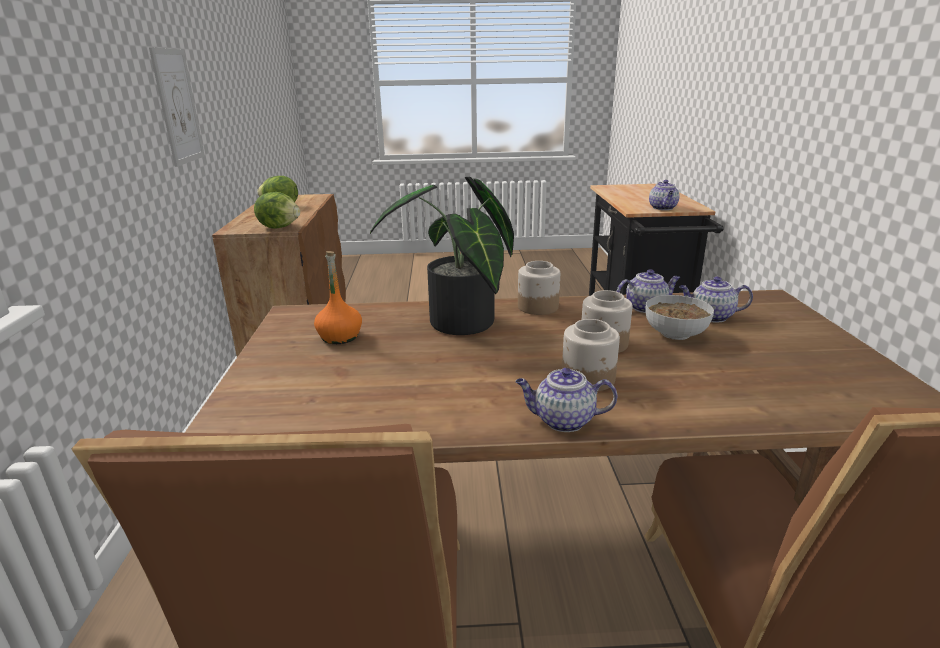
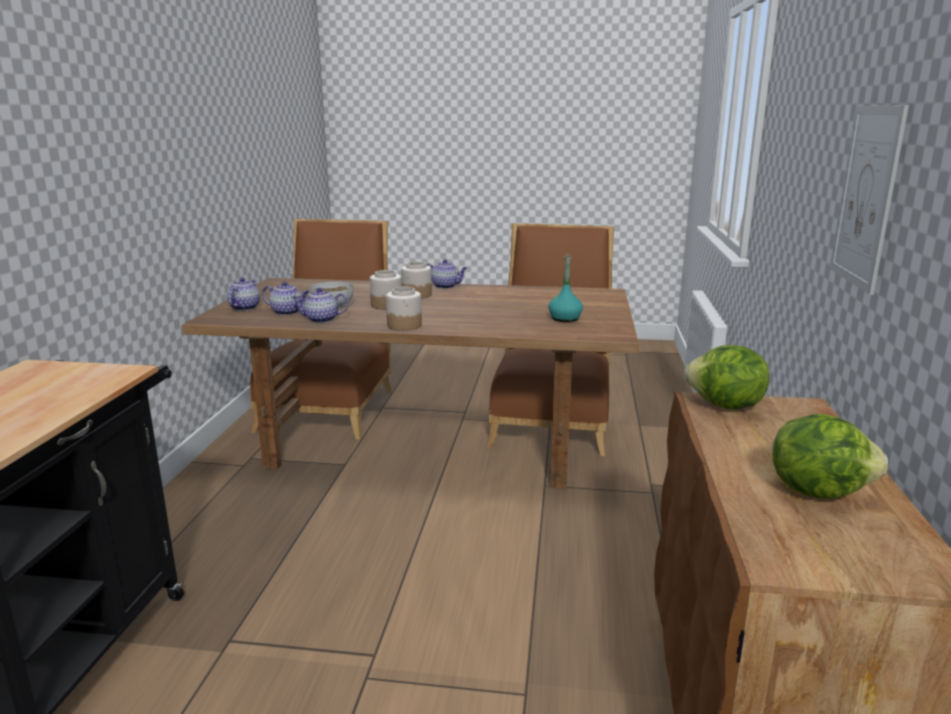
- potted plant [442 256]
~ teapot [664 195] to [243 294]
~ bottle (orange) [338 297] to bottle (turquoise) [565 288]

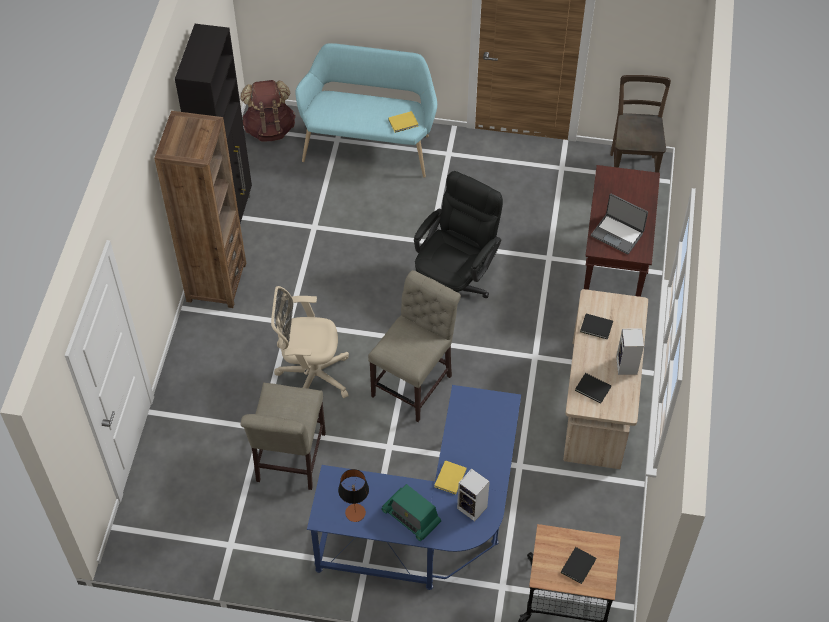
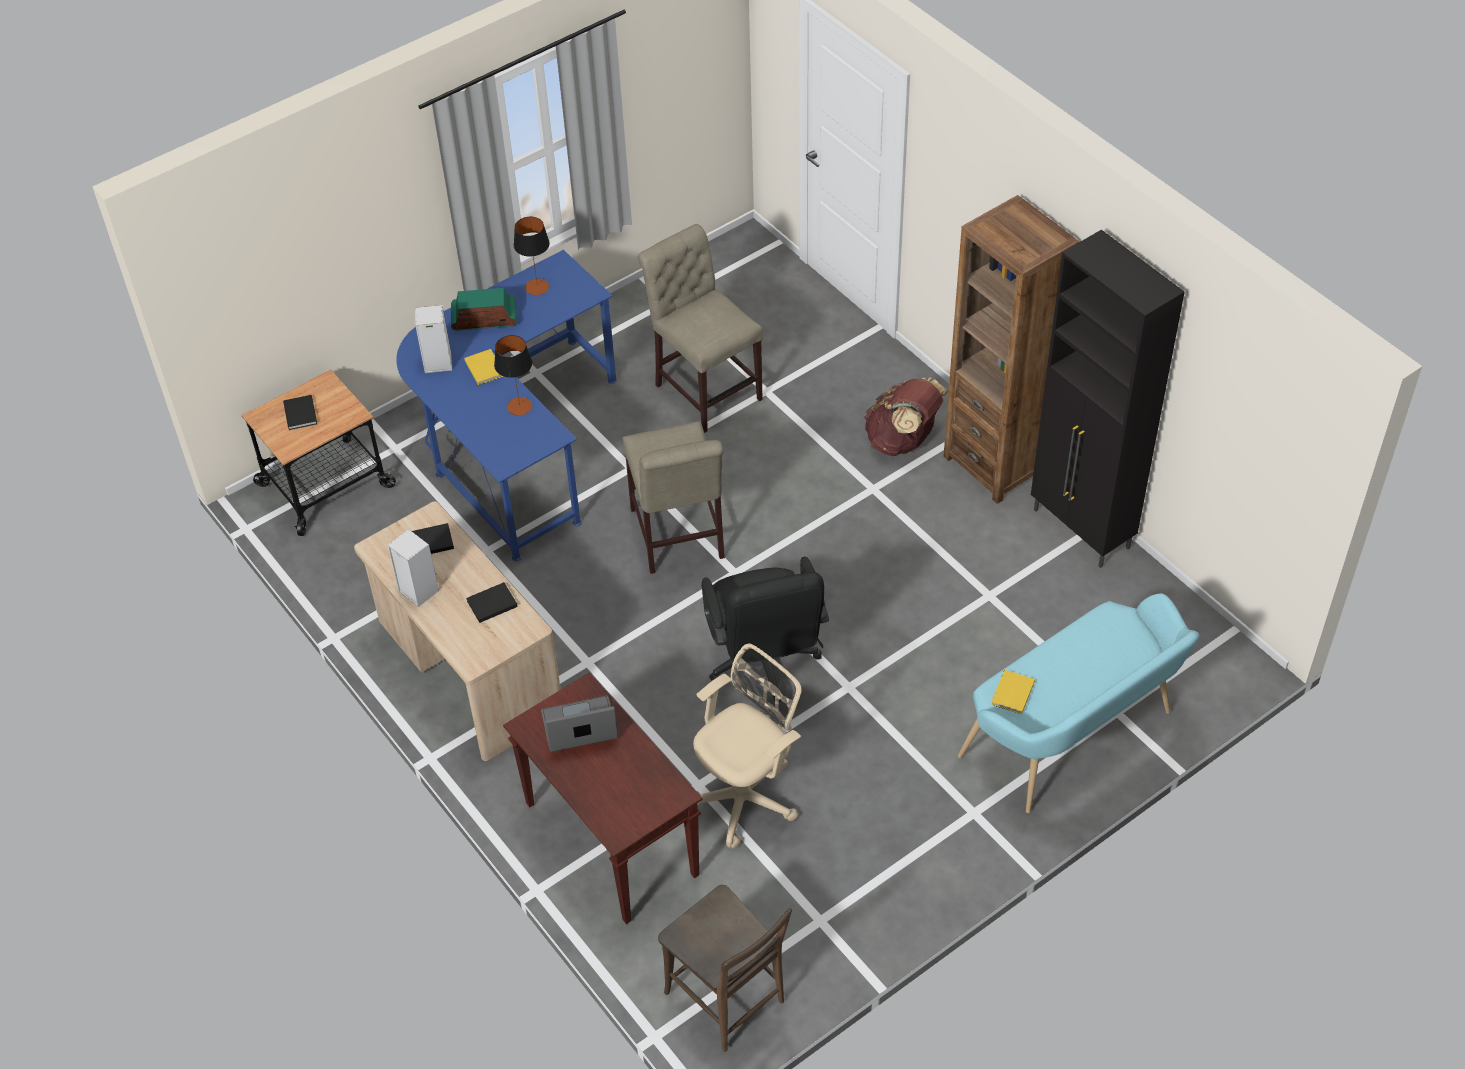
~ backpack (brown) [268 111] to [906 416]
~ office chair (beige) [310 342] to [747 746]
+ table lamp [513 375]

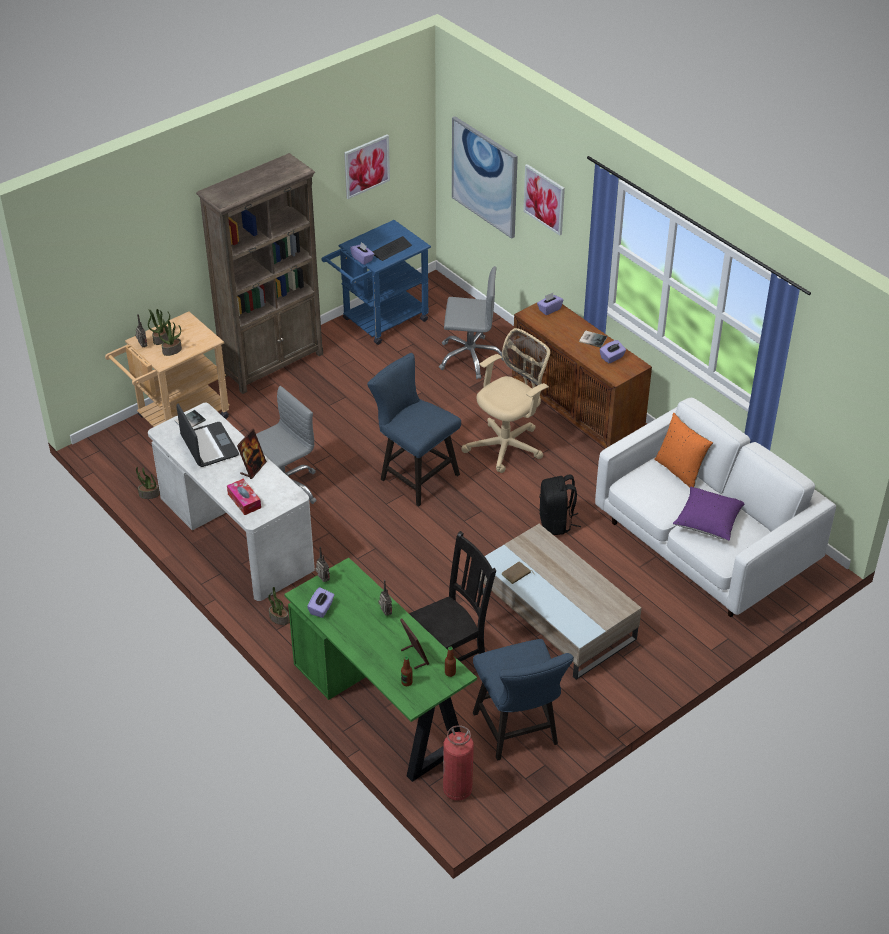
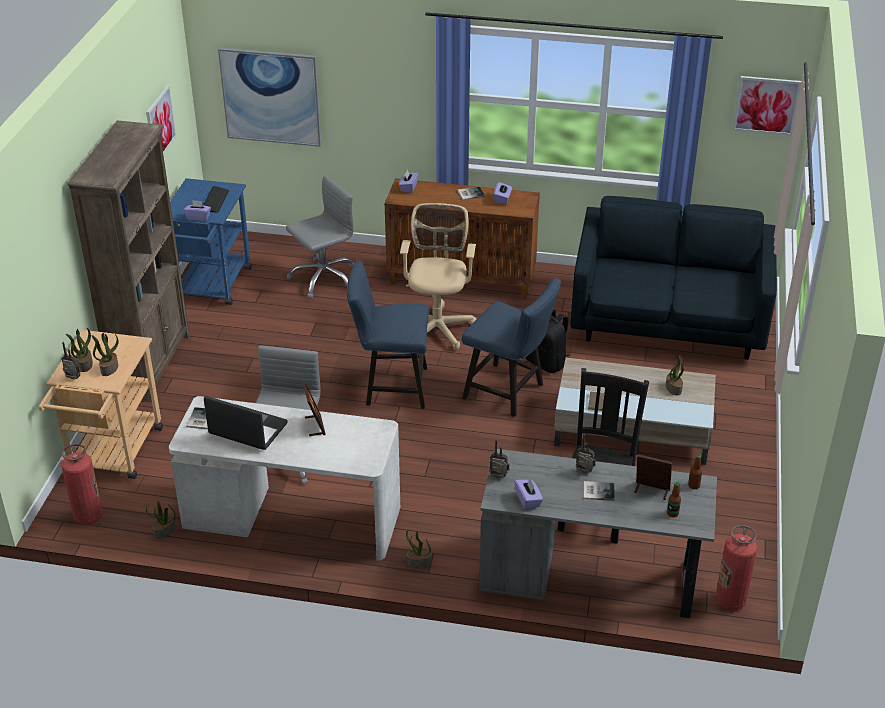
~ picture [544 199] to [767 106]
~ sofa (white) [715 507] to sofa (blue) [673 278]
- pillow (orange) [683 450]
- tissue box [244 497]
- pillow (purple) [709 514]
~ desk (green) [380 670] to desk (grey) [598 533]
~ chair (blue) [523 700] to [511 347]
+ potted plant [677 376]
+ fire extinguisher [82 484]
+ book [599 491]

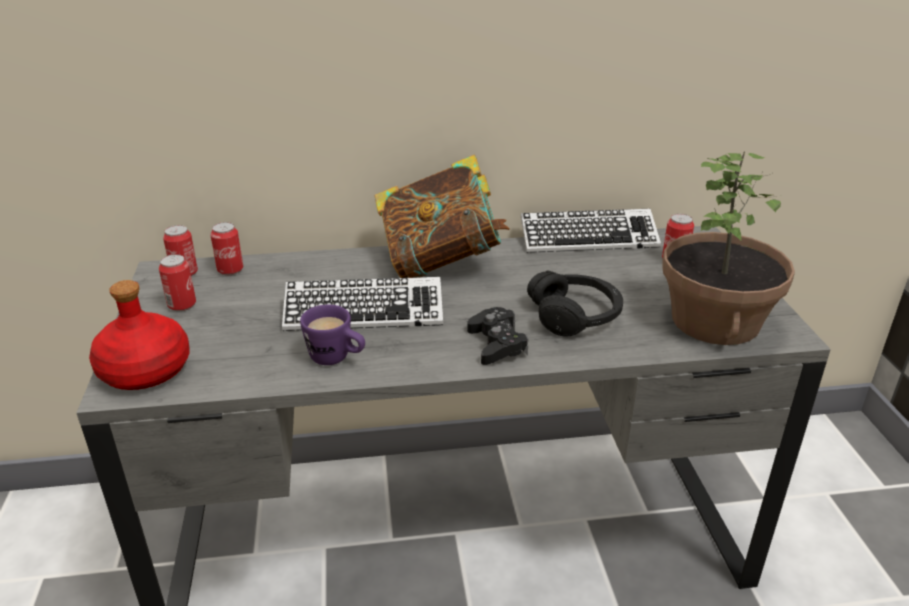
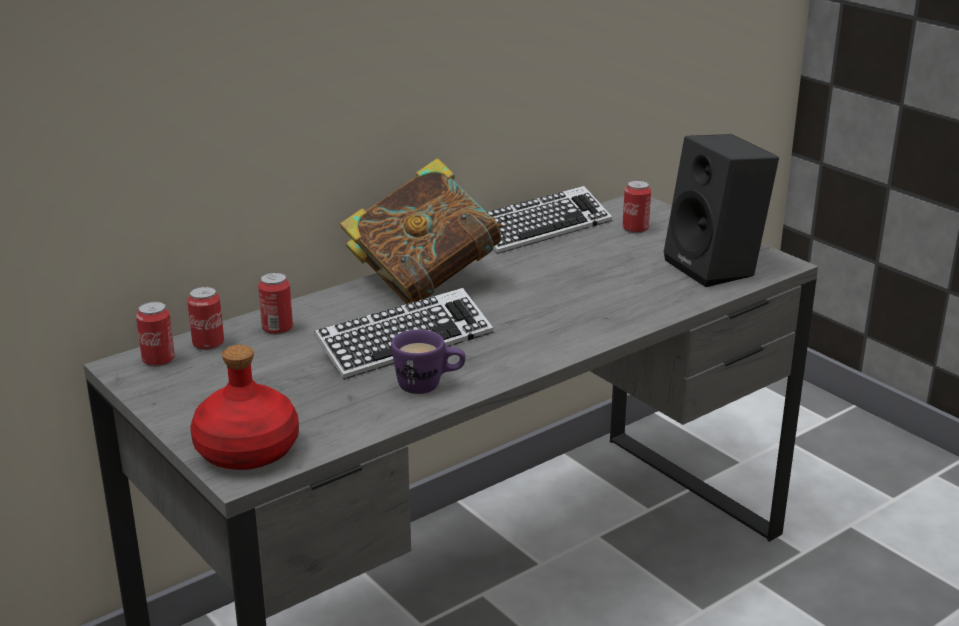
~ potted plant [728 248] to speaker (black) [721 210]
~ can [177 282] to [275 303]
- headphones (black) [575 304]
- game controller (black) [497 336]

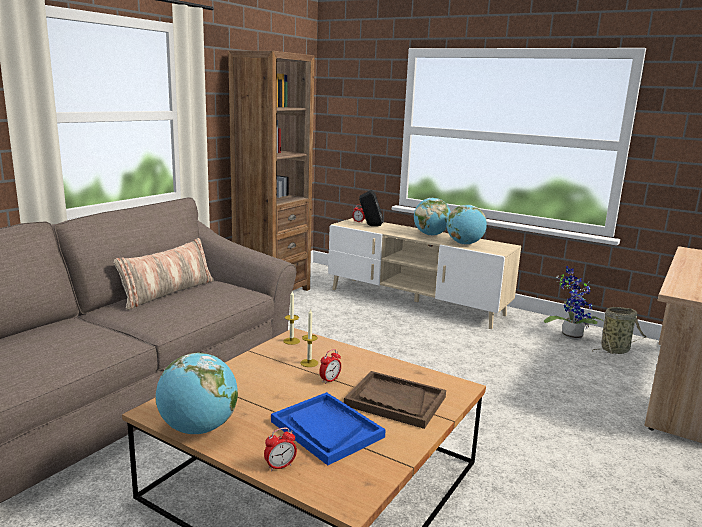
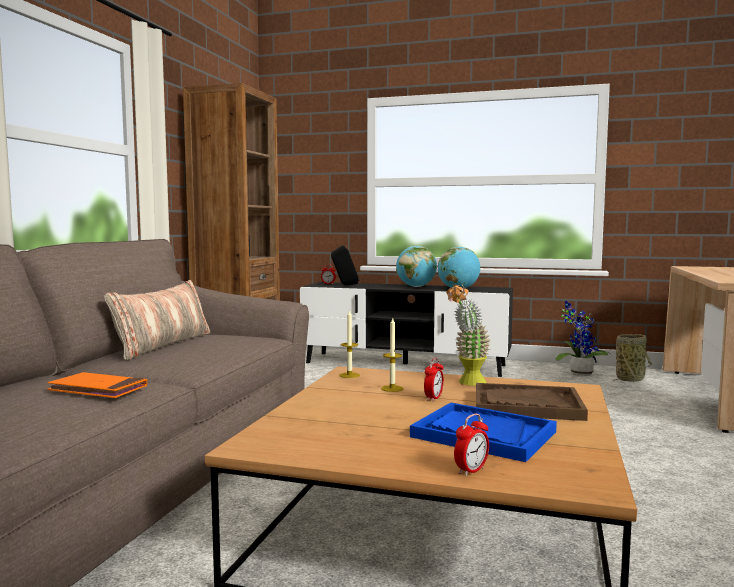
~ tv stand (beige) [424 273] to tv stand (black) [406 329]
- globe [197 393]
+ potted plant [469 335]
+ book (orange) [97 385]

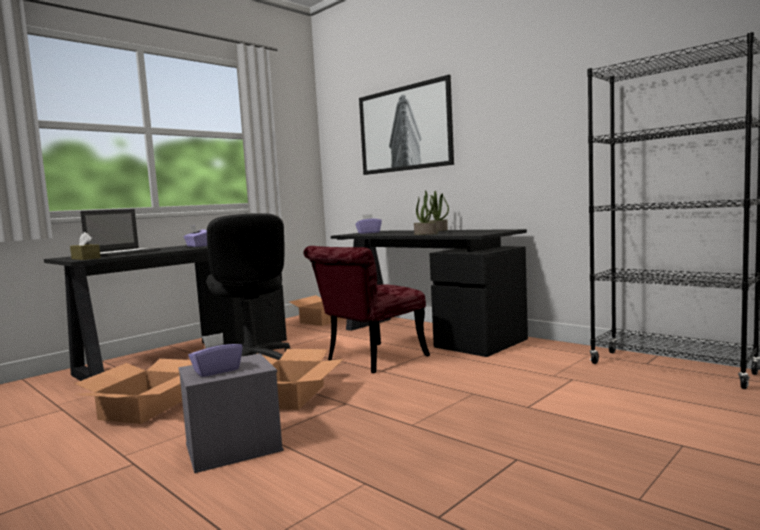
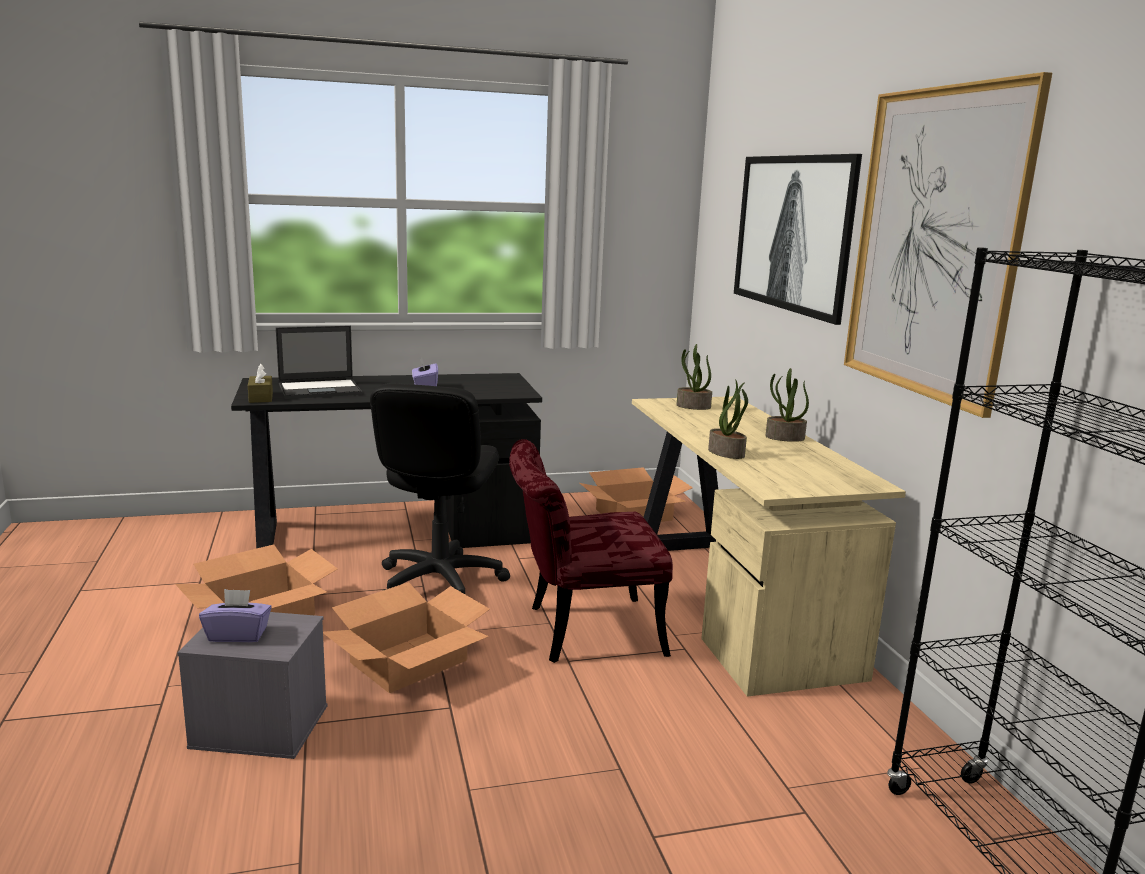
~ tissue box (purple) [368 224] to potted plant [694 377]
~ desk (black) [429 293] to desk (beige) [769 546]
+ picture [948 245]

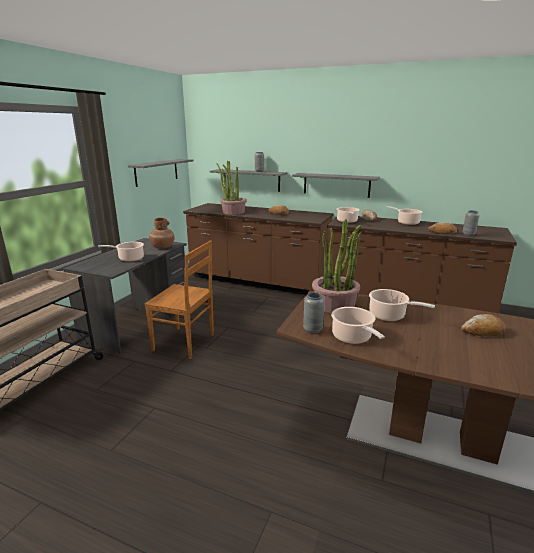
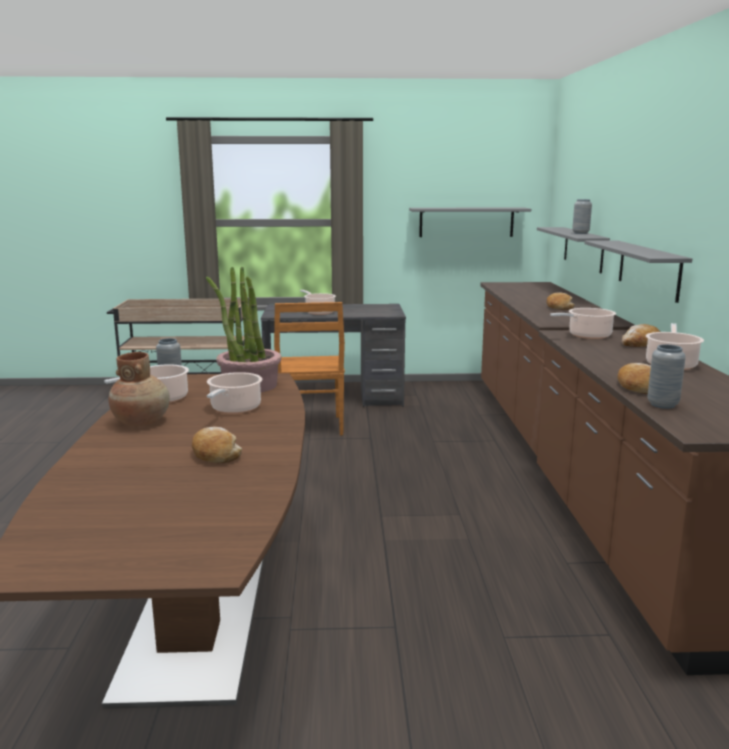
- potted plant [232 188]
~ vase (brown) [162 233] to [139 389]

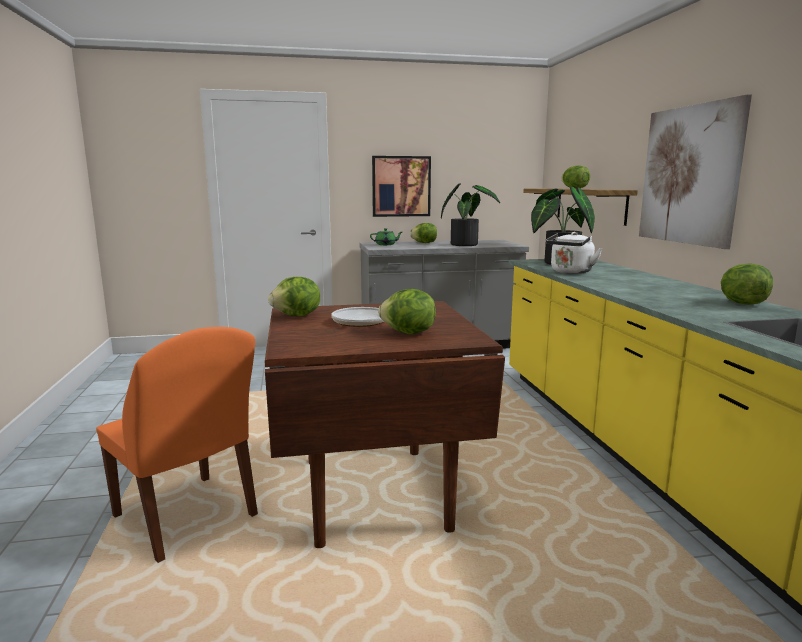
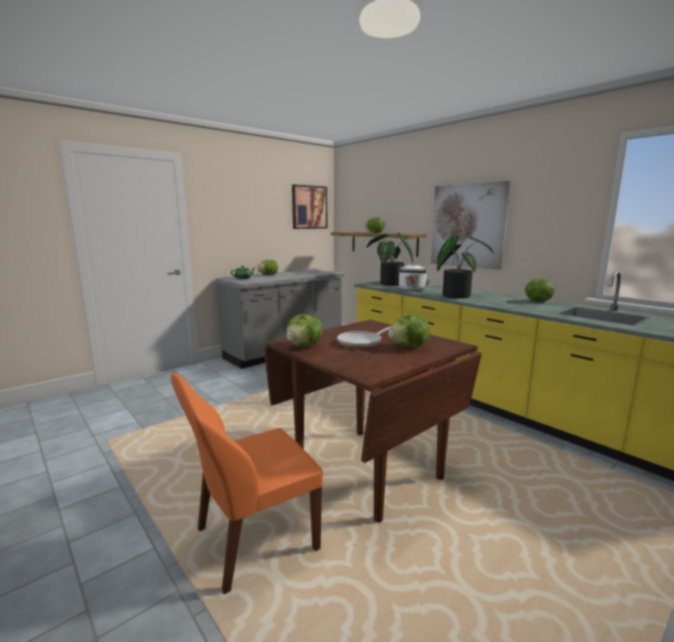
~ picture [401 186] to [309 206]
~ potted plant [470 214] to [465 266]
~ chair (orange) [177 445] = [247 483] 135 degrees clockwise

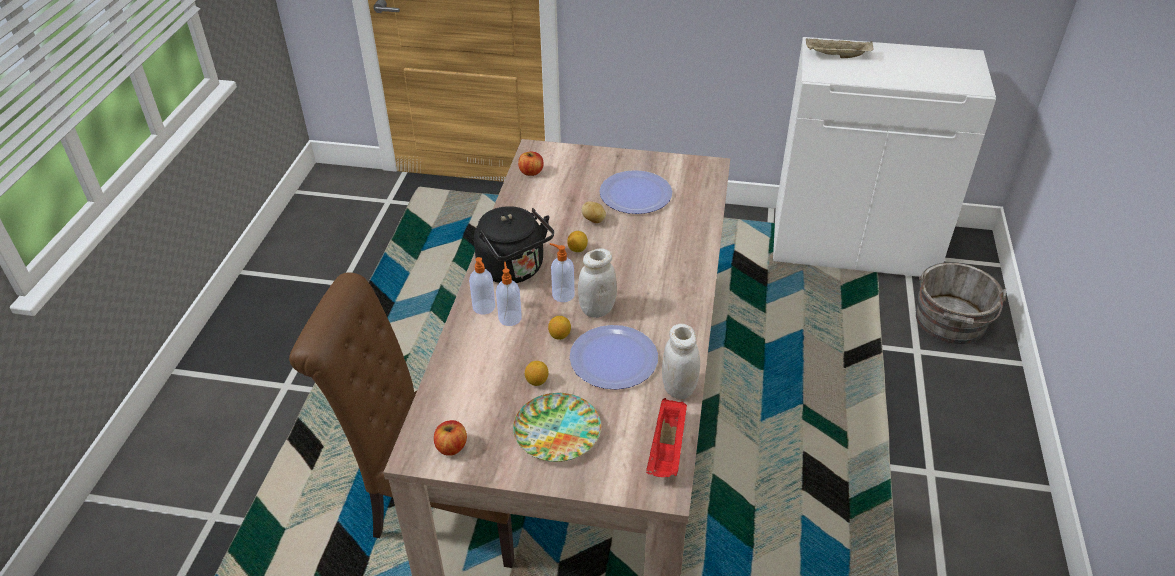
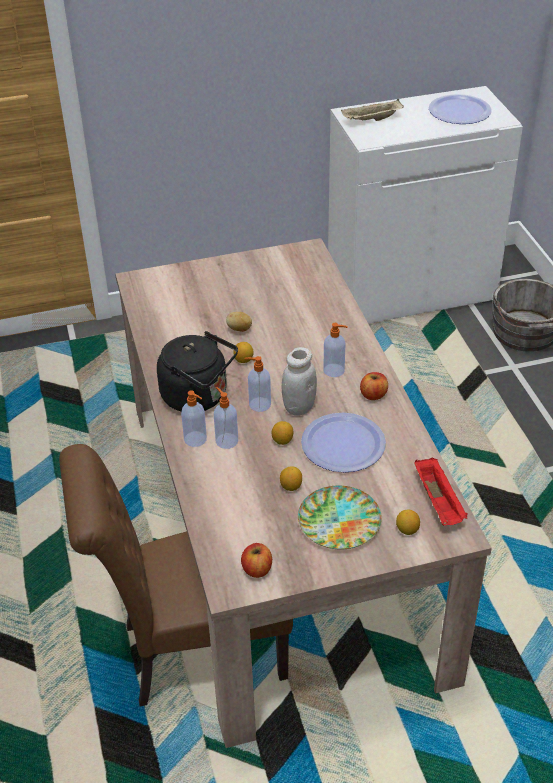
~ apple [531 164] to [374 386]
~ plate [635 192] to [460 109]
- jar (white) [681 361]
+ soap dispenser [335 350]
+ lemon [408 522]

